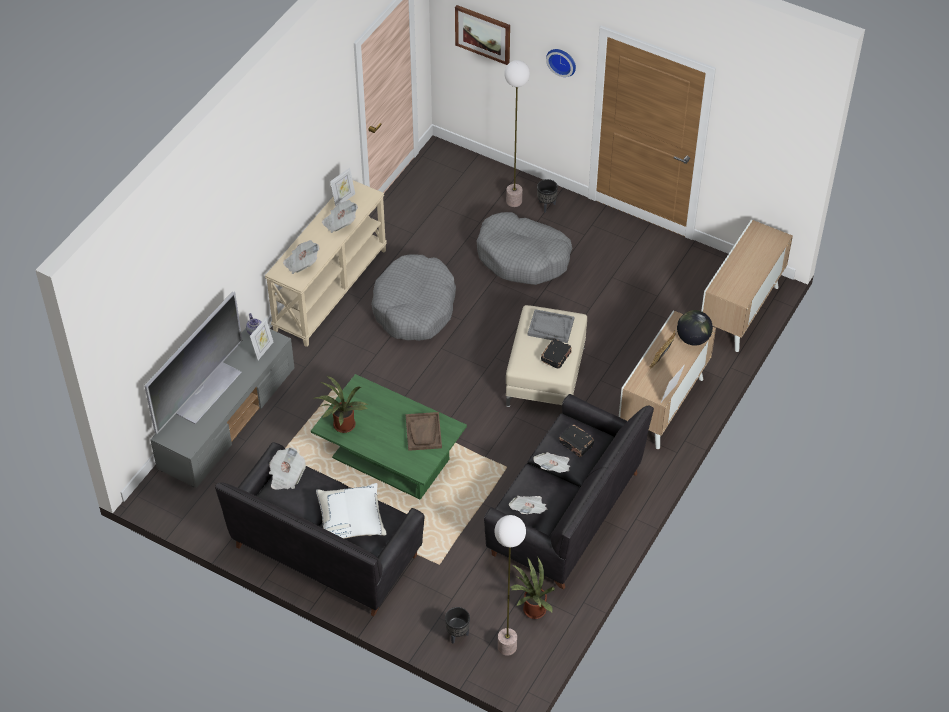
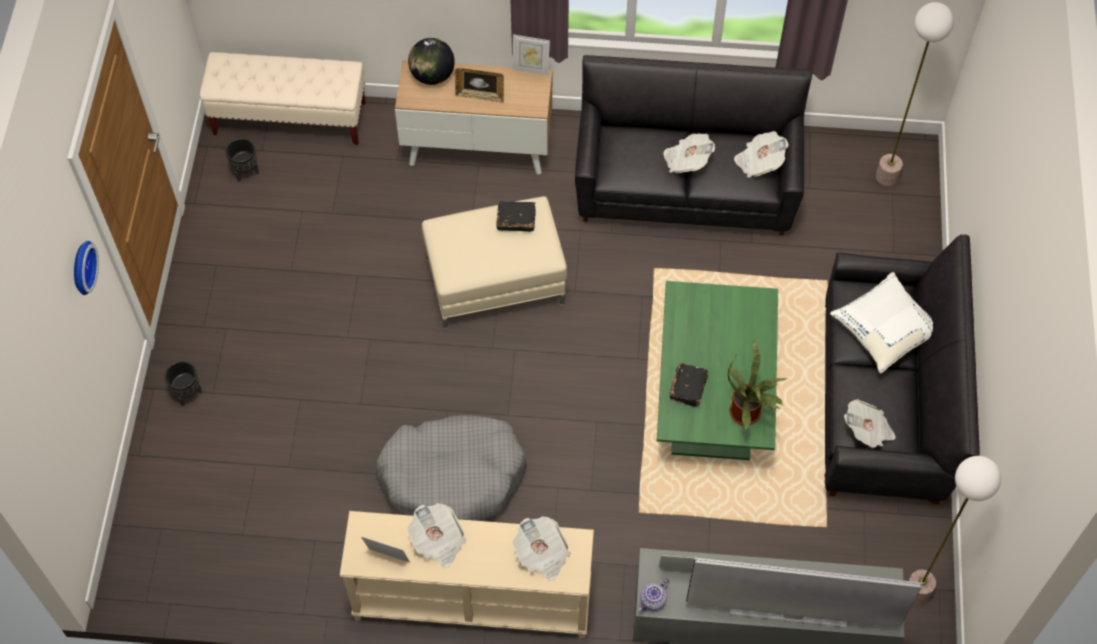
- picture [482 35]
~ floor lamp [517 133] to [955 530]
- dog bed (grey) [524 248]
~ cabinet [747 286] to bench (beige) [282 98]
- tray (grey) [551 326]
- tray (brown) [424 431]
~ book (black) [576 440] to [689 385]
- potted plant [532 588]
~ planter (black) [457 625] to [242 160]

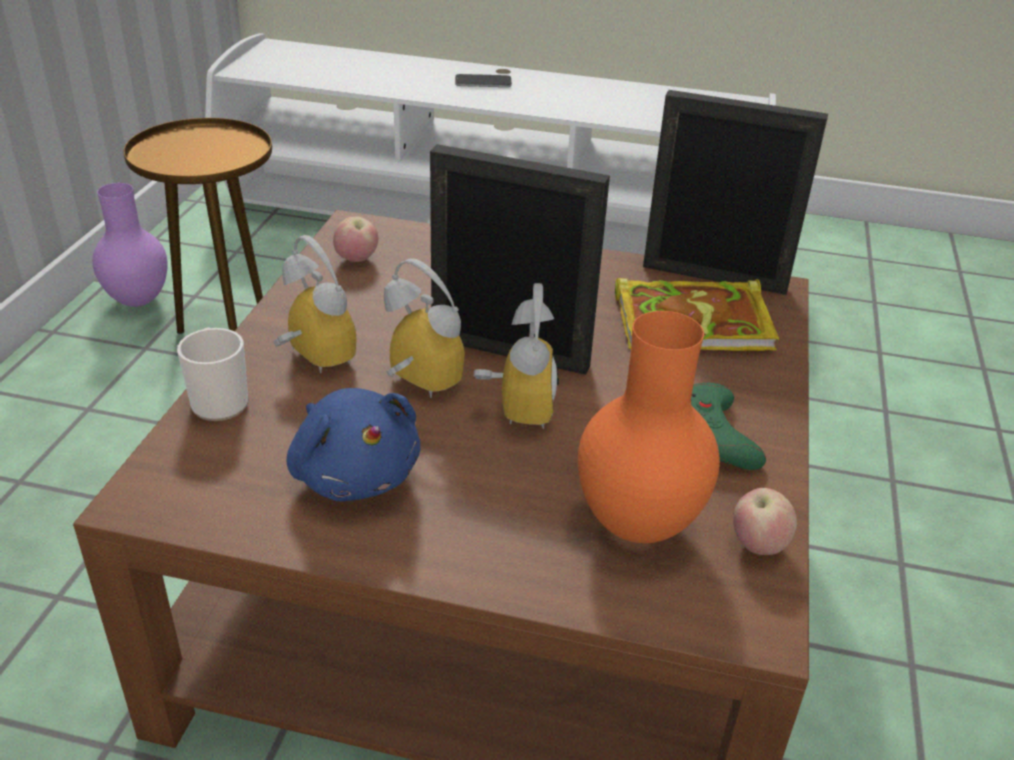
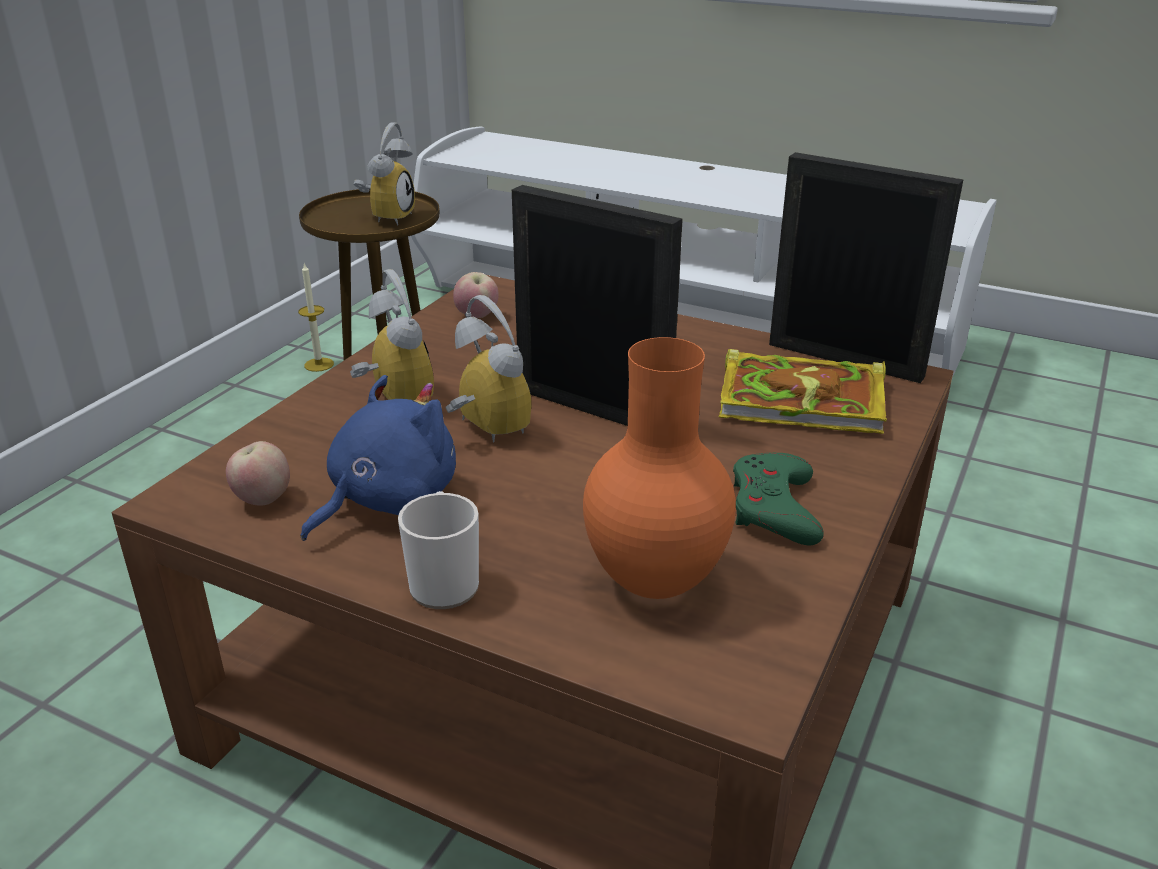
- phone [483 80]
~ vase (purple) [130 245] to candle [316 317]
~ alarm clock [516 356] to [384 173]
~ mug [212 374] to [438 550]
~ plush toy (blue) [353 444] = [378 458] 120 degrees counterclockwise
~ apple [765 521] to [258 473]

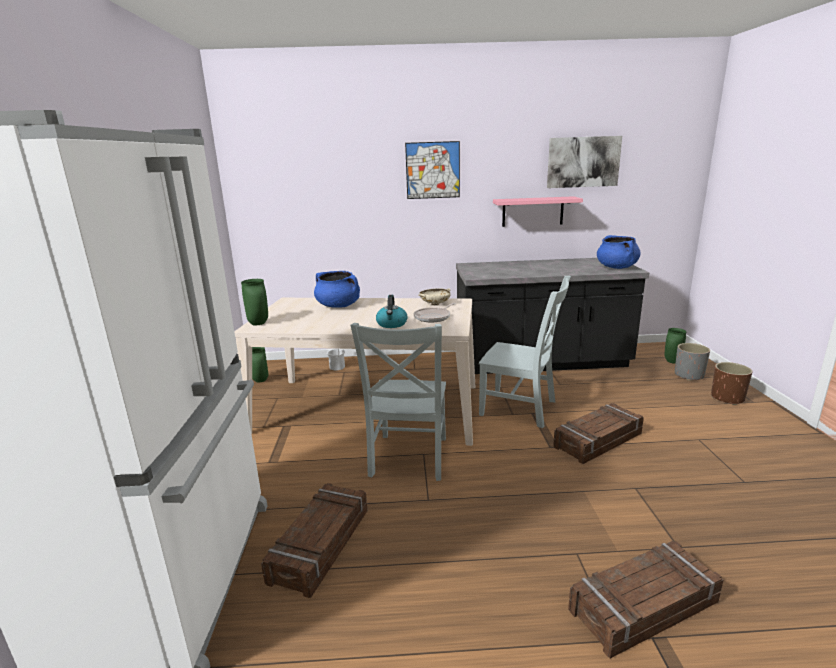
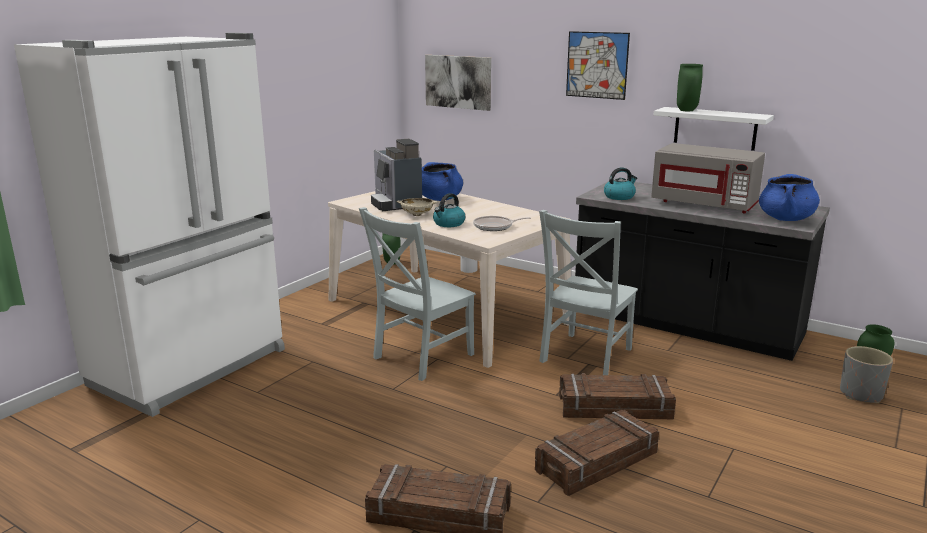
~ picture [584 162] to [458 83]
~ shelf (pink) [538 211] to shelf (white) [714 129]
~ chair (grey) [525 352] = [588 292] 60 degrees clockwise
~ vase (green) [254 302] to [690 87]
~ bowl (beige) [435 296] to [417 207]
- planter (brown) [731 383]
~ crate [314 540] to [597 453]
+ coffee machine [396 175]
+ microwave (grey) [708 178]
+ kettle [620 183]

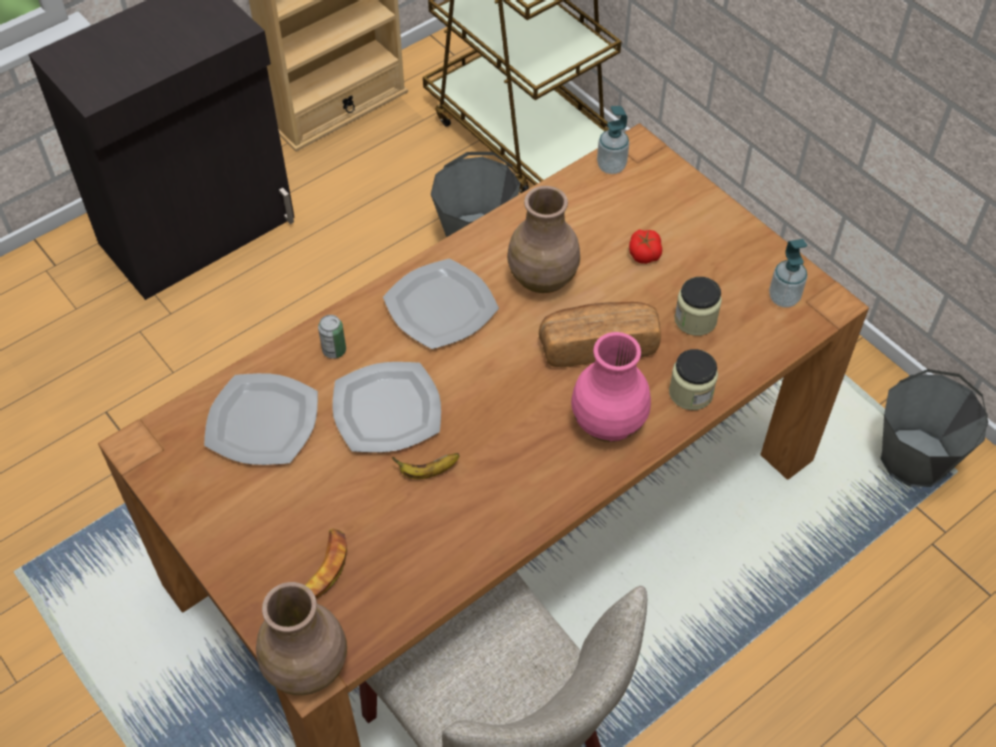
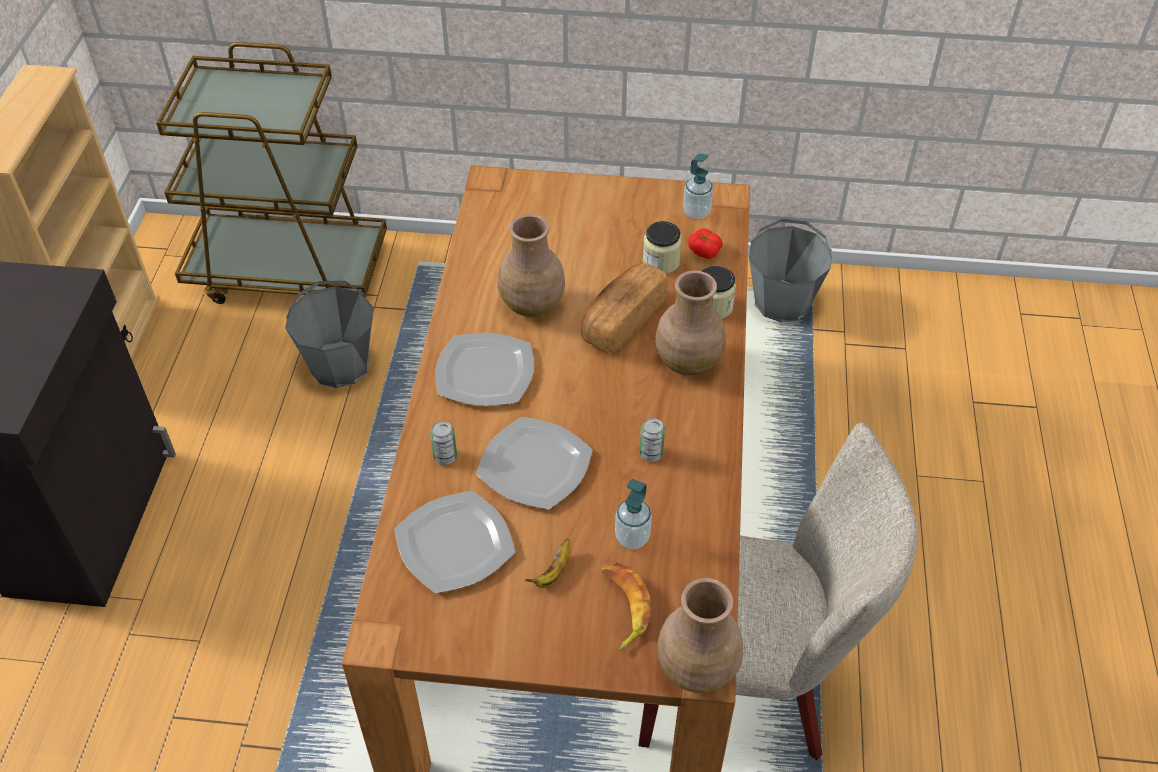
~ soap dispenser [613 140] to [633 514]
~ tomato [645 246] to [705 244]
~ vase (pink) [611 387] to vase (brown) [690 323]
~ banana [425 466] to [548 563]
+ can [652 440]

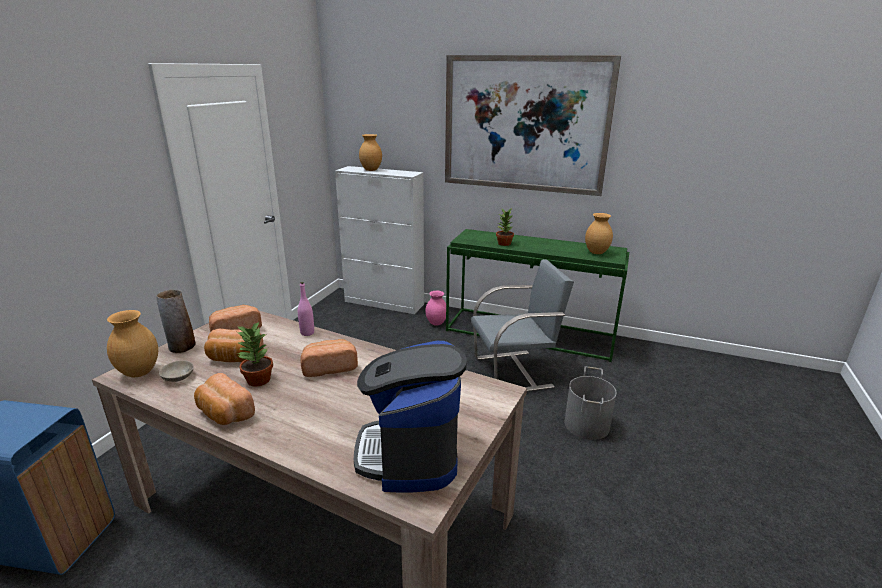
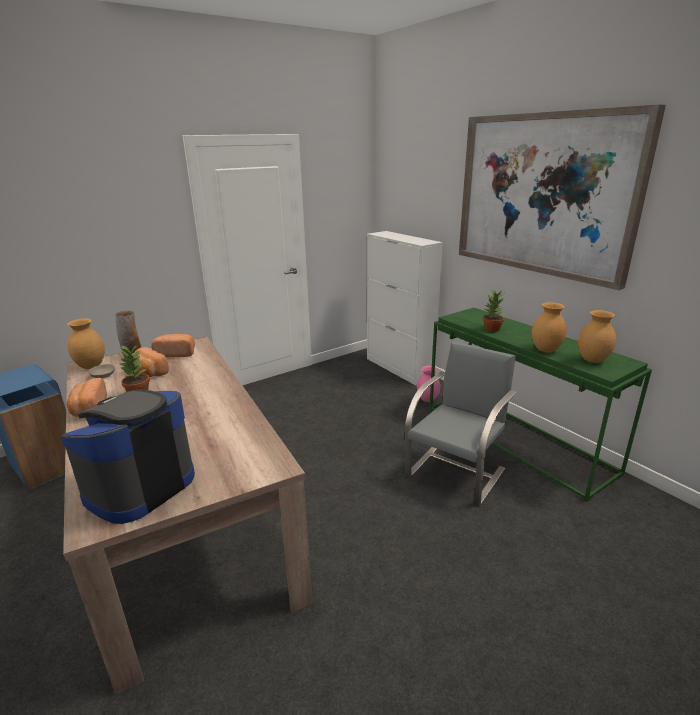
~ vase (brown) [370 152] to [549 327]
~ chair (grey) [522 325] = [461 423] 75 degrees counterclockwise
- bottle (pink) [306 309]
- bread [329 358]
- bucket (grey) [591 403]

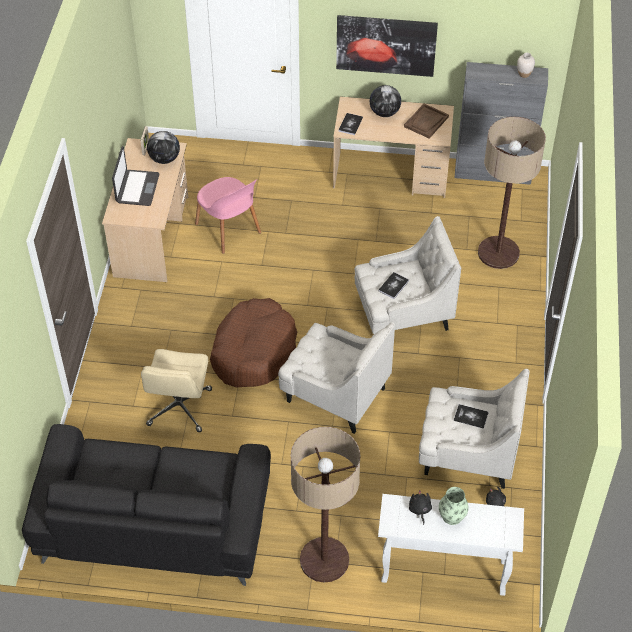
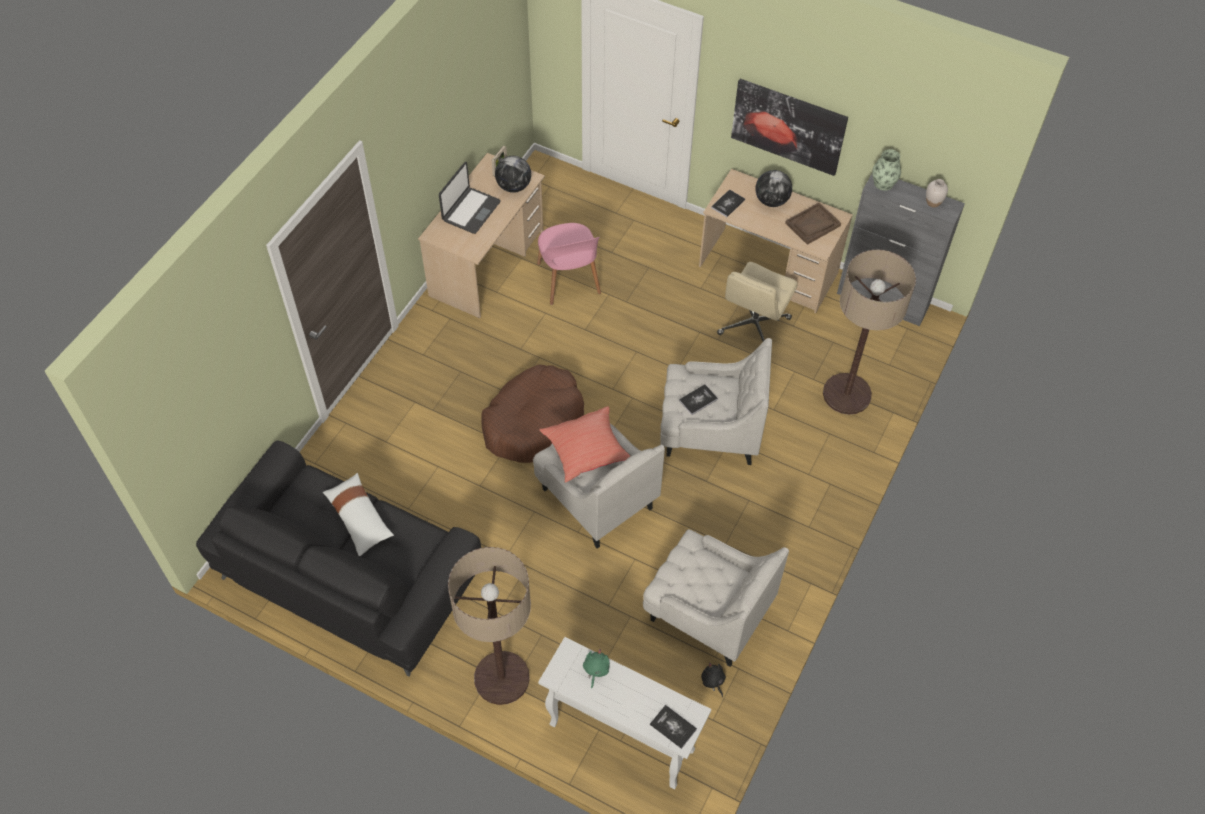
~ office chair (beige) [176 390] to [757 302]
~ book [471 416] to [673 727]
~ vase [454 506] to [886 170]
~ plush toy (black) [420 507] to plush toy (green) [596 669]
+ pillow (red) [585 444]
+ pillow (white) [358 514]

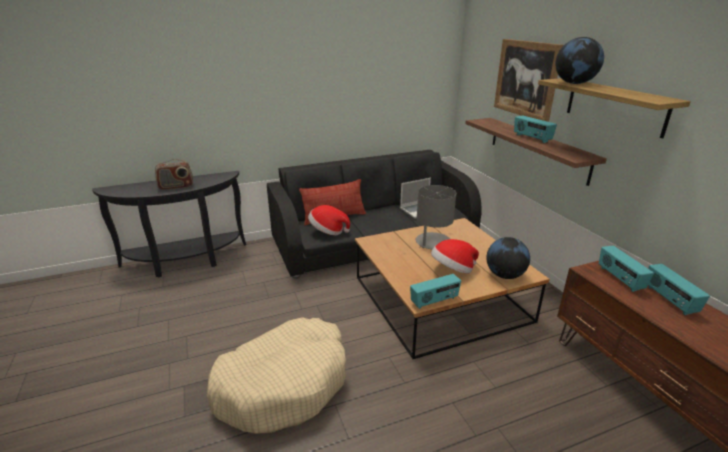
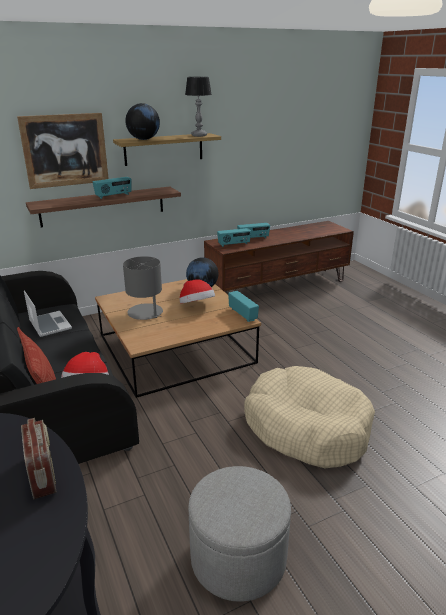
+ table lamp [198 107]
+ ottoman (grey) [239 534]

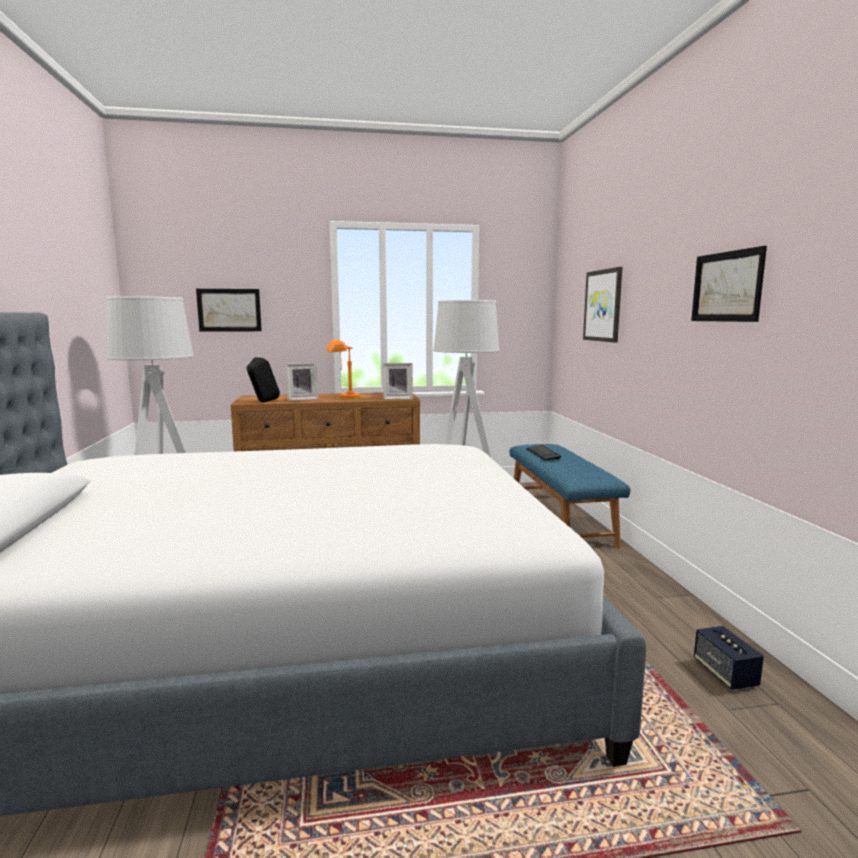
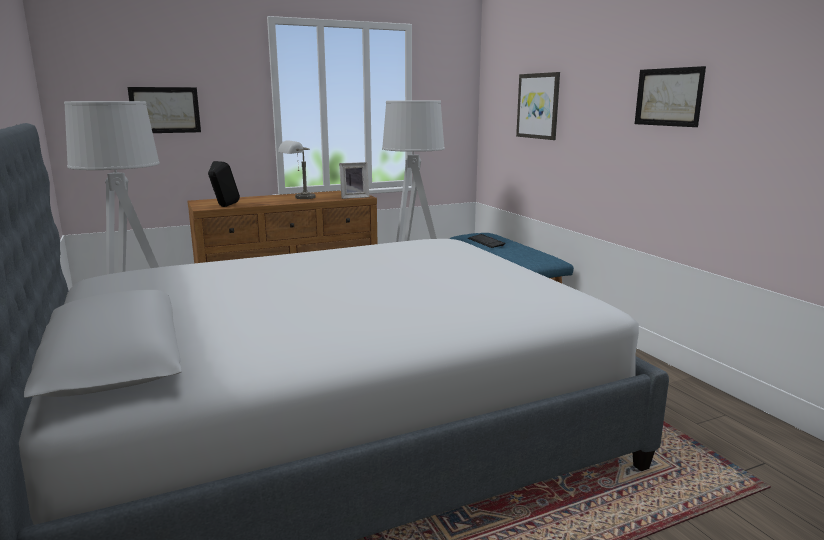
~ table lamp (orange) [343 369] to table lamp (grey) [297 169]
- picture frame [302 382]
- speaker [729 658]

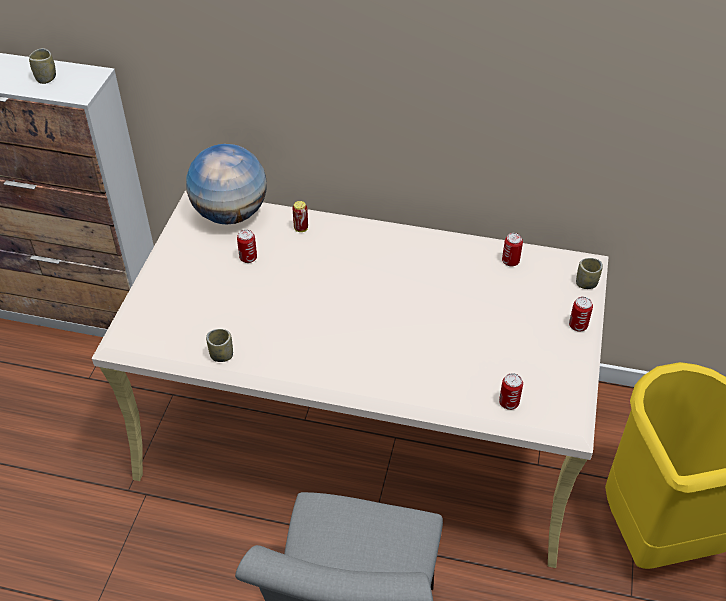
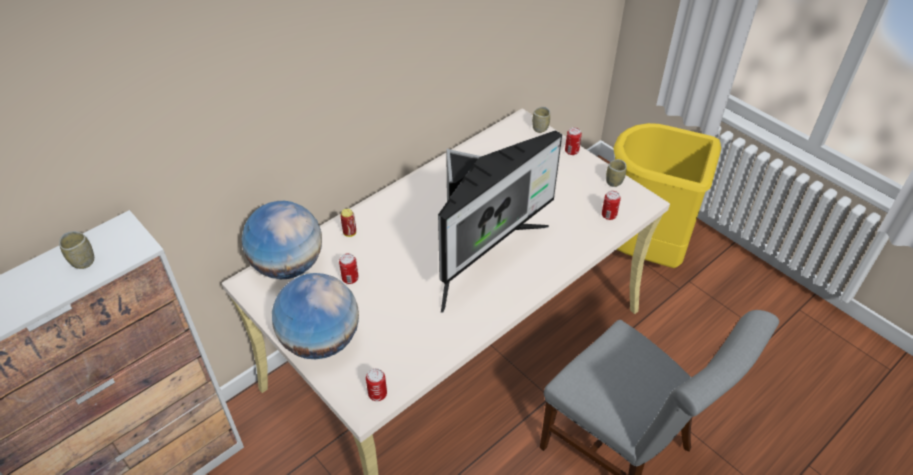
~ can [512 250] to [376 384]
~ cup [219 345] to [616 173]
+ monitor [500 221]
+ globe [315 316]

